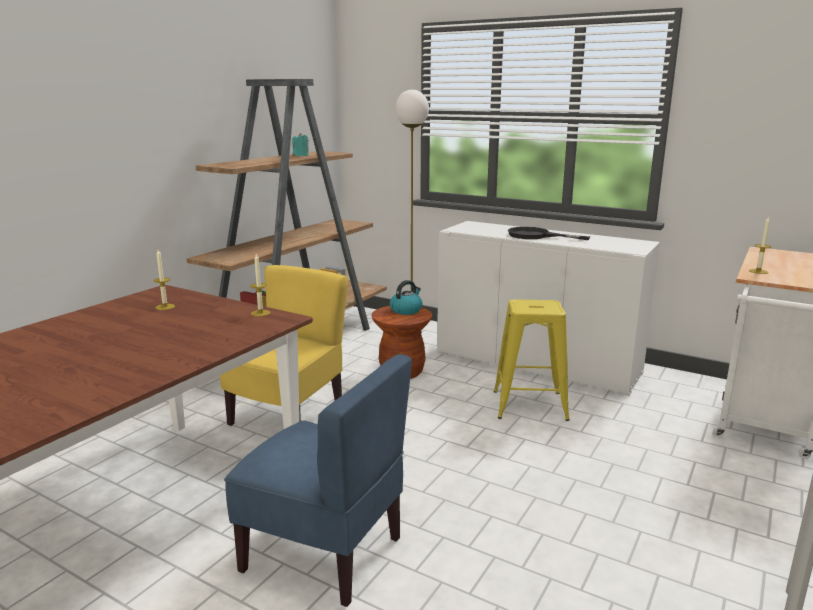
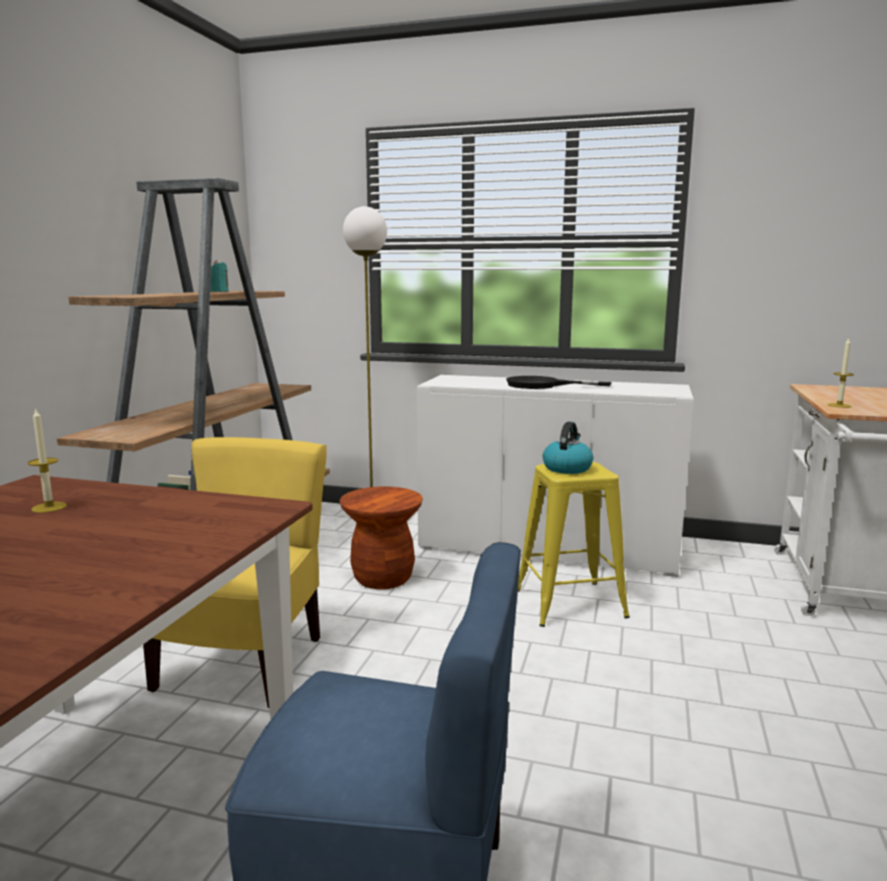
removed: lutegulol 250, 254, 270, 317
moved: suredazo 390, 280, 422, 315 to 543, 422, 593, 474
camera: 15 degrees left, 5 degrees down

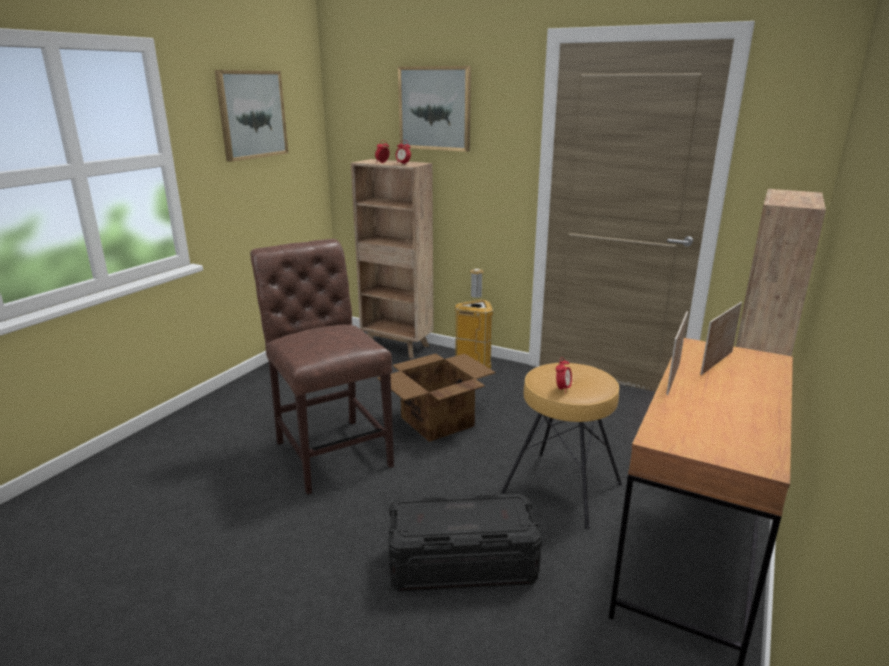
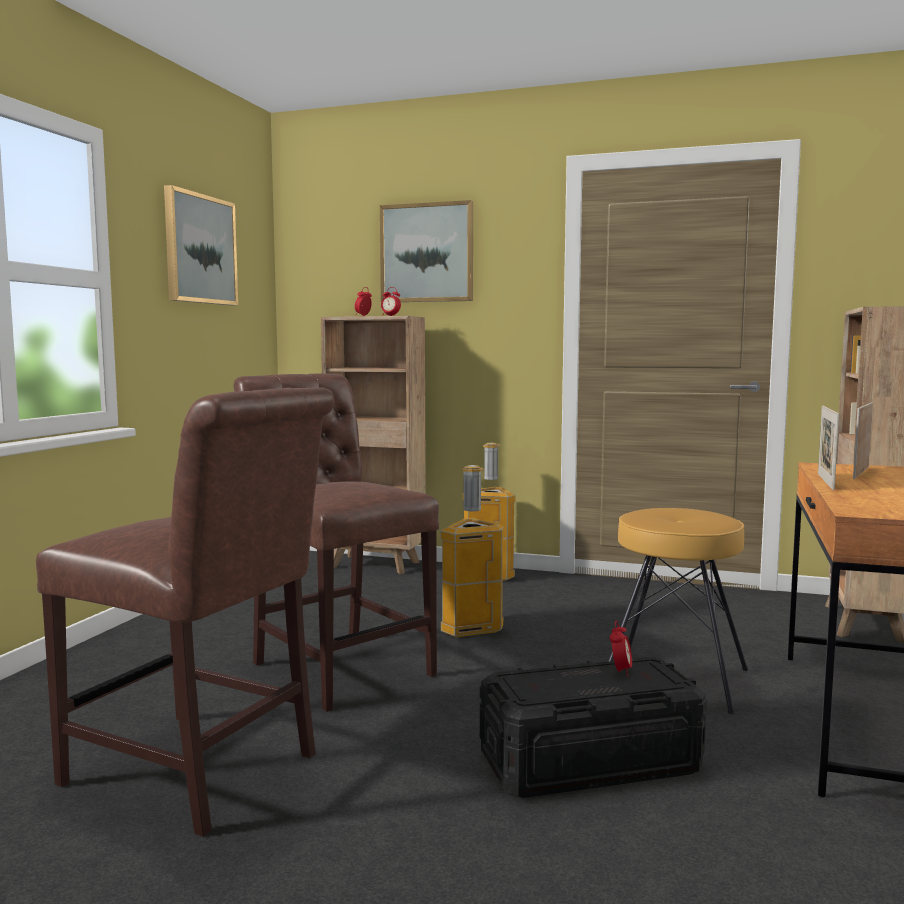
added: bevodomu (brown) 36, 387, 334, 837
moved: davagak 556, 357, 572, 393 to 610, 620, 632, 676
replaced: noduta 377, 354, 496, 442 to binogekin 441, 465, 504, 637
camera: 10 degrees left, 15 degrees down

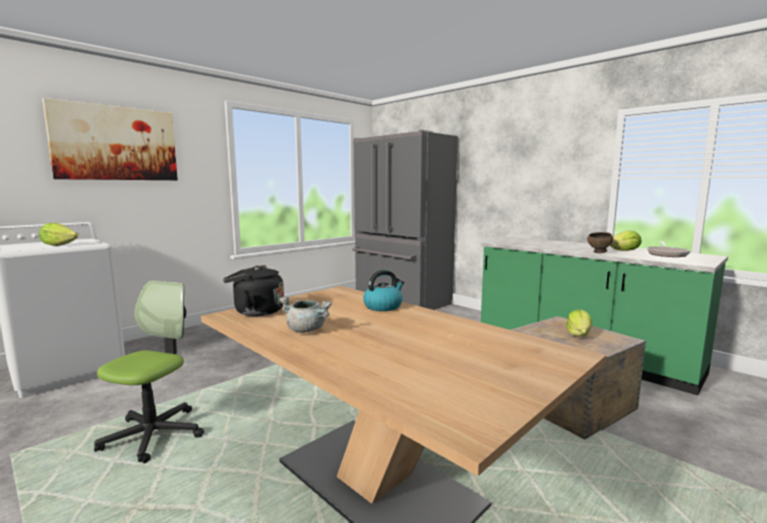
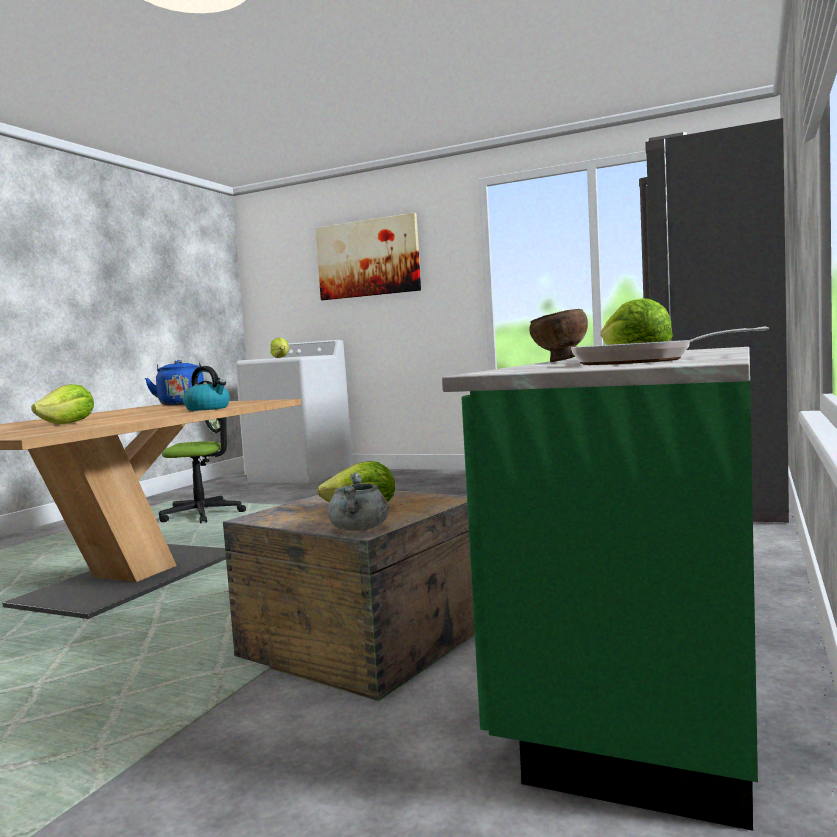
added: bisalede 31, 384, 94, 424
moved: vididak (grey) 279, 296, 332, 333 to 328, 472, 389, 531
recoloured: suredazo (black) 223, 265, 284, 316 to suredazo (blue) 145, 360, 204, 405
camera: 70 degrees right, 5 degrees down

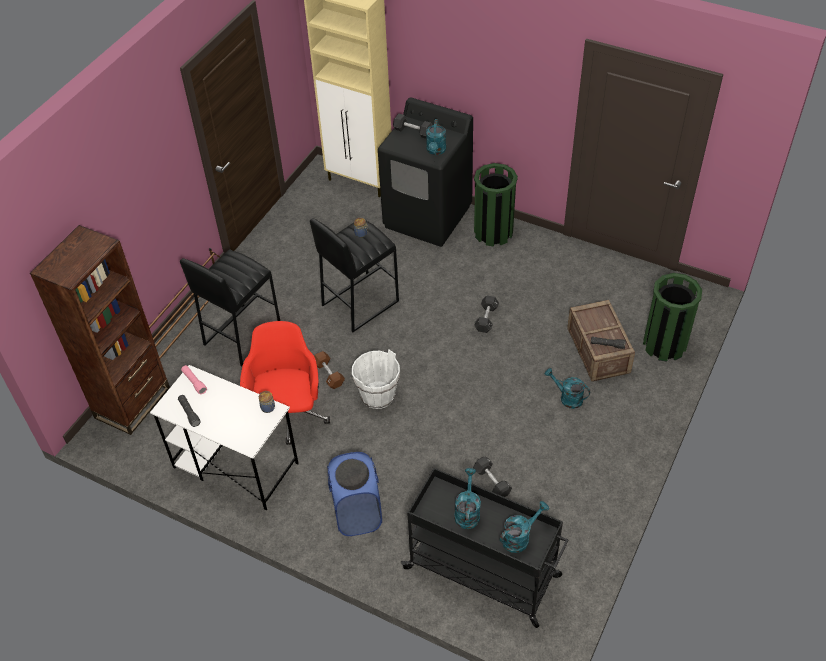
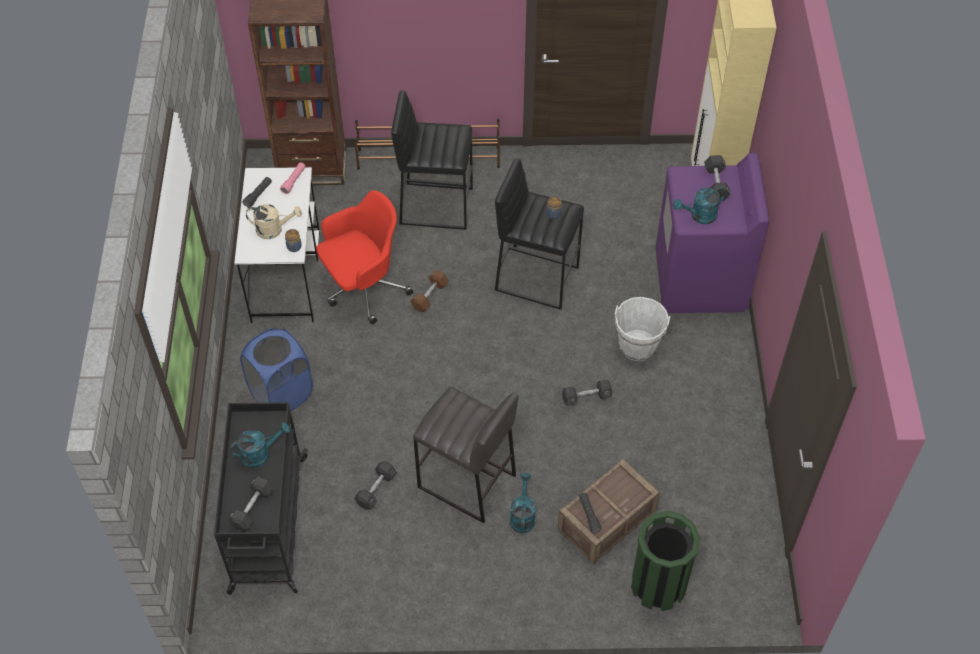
removed: binogekin (green) 474, 163, 518, 247
added: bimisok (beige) 246, 204, 302, 239; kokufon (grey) 413, 386, 519, 523
moved: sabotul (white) 352, 350, 400, 409 to 615, 297, 670, 361
replaced: bimisok (turquoise) 500, 501, 549, 553 to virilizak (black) 228, 476, 274, 531
recoloured: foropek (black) 378, 98, 473, 247 to foropek (purple) 655, 153, 769, 313
camera: 60 degrees right, 5 degrees up

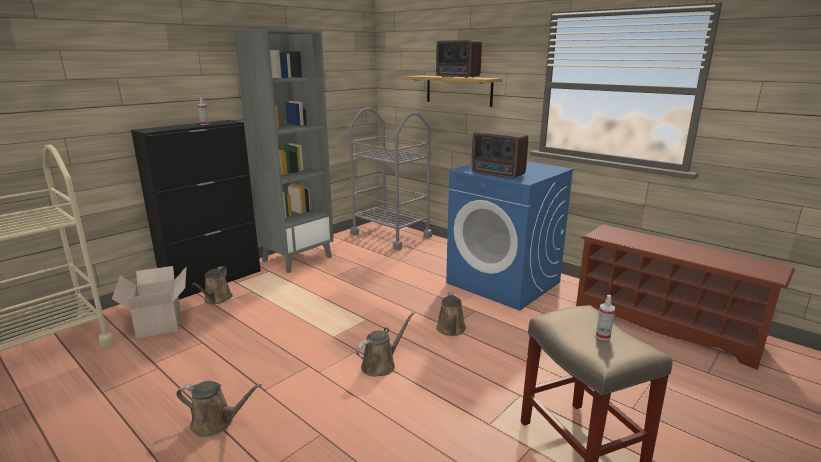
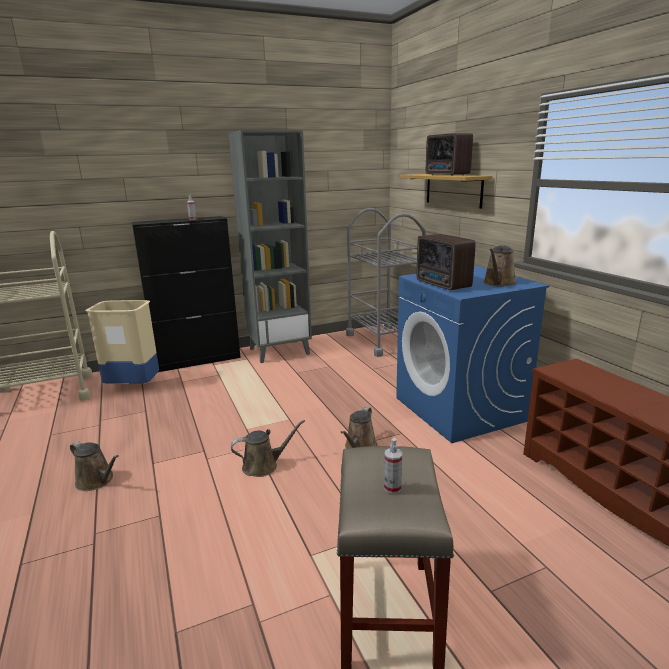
moved: bimisok (brown) 192, 266, 232, 304 to 483, 245, 517, 286
replaced: noduta 112, 266, 186, 339 to binogekin (beige) 86, 300, 159, 384
camera: 25 degrees right, 0 degrees up

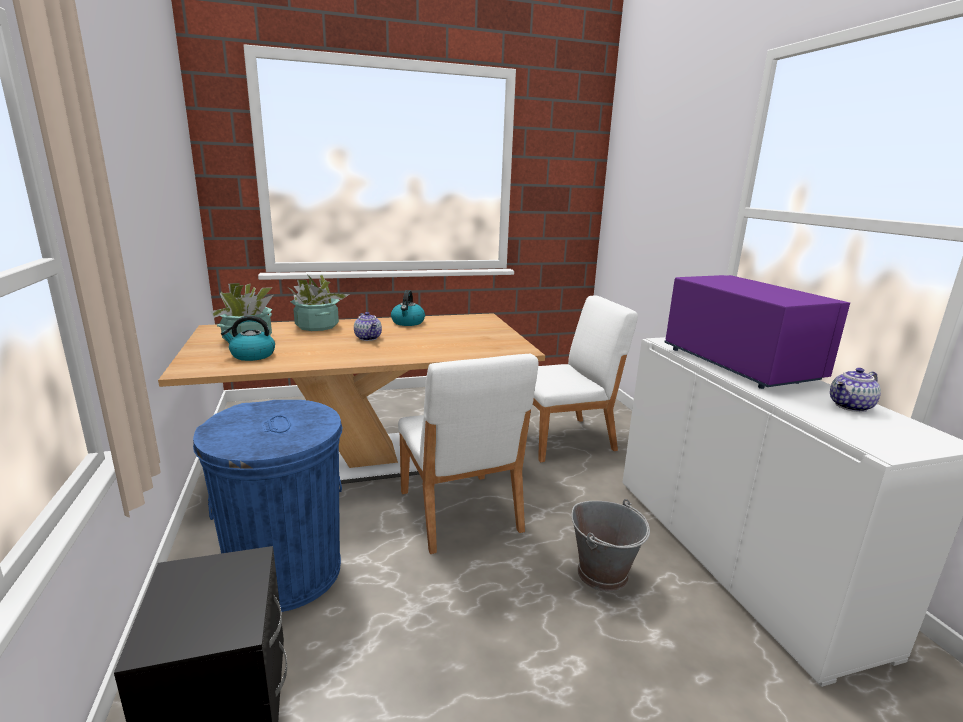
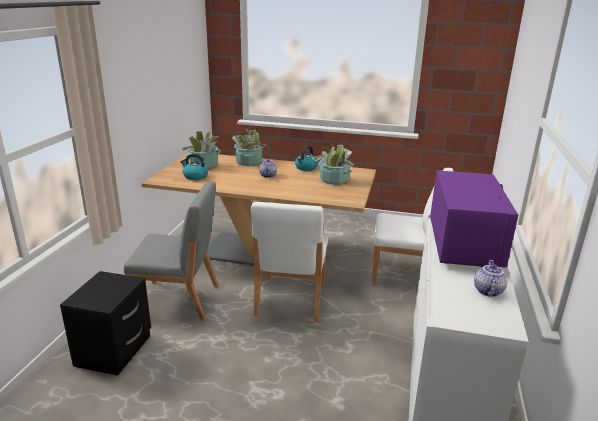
removed: sabotul (grey) 571, 499, 650, 592
added: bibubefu 311, 145, 353, 184
replaced: binogekin (blue) 193, 400, 342, 612 to bevodomu (grey) 124, 182, 219, 321
turned: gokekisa 830, 368, 881, 412 = 474, 260, 507, 297 105 degrees clockwise
camera: 30 degrees right, 5 degrees up

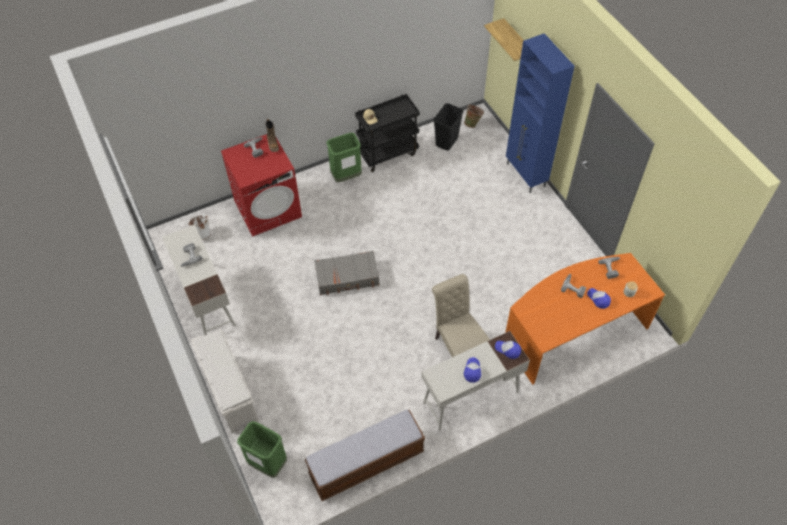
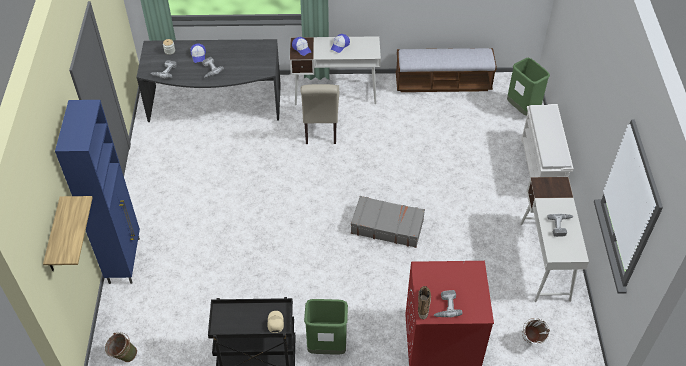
removed: binogekin (black) 433, 103, 464, 150
recoloured: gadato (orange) 505, 253, 665, 385 to gadato (grey) 137, 39, 281, 122
camera: 155 degrees left, 5 degrees down

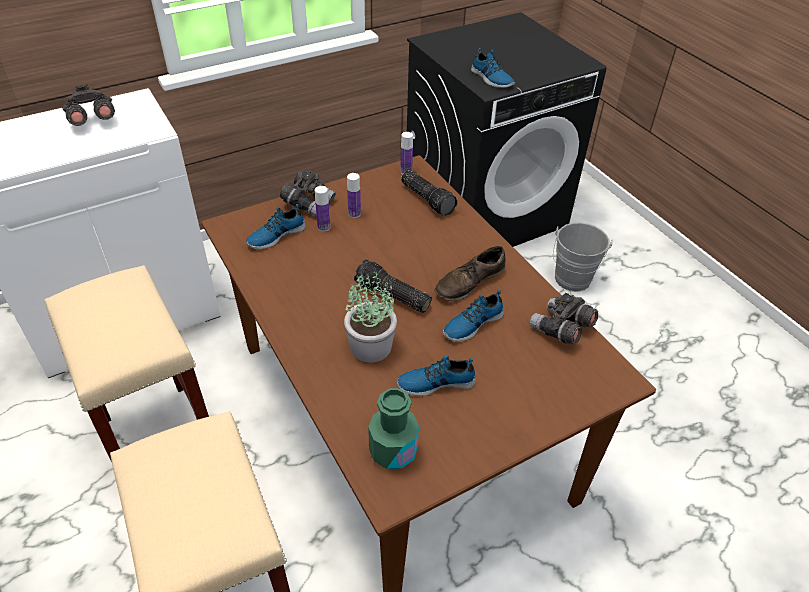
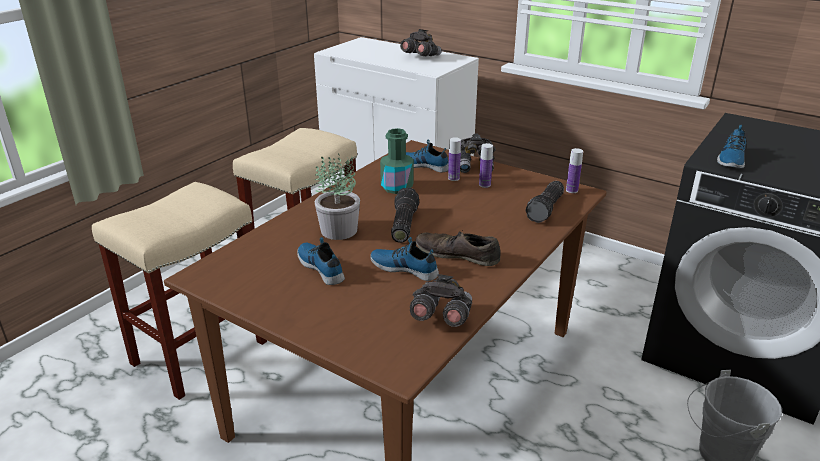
moved: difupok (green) 368, 388, 419, 469 to 380, 128, 414, 194
camera: 65 degrees right, 15 degrees down

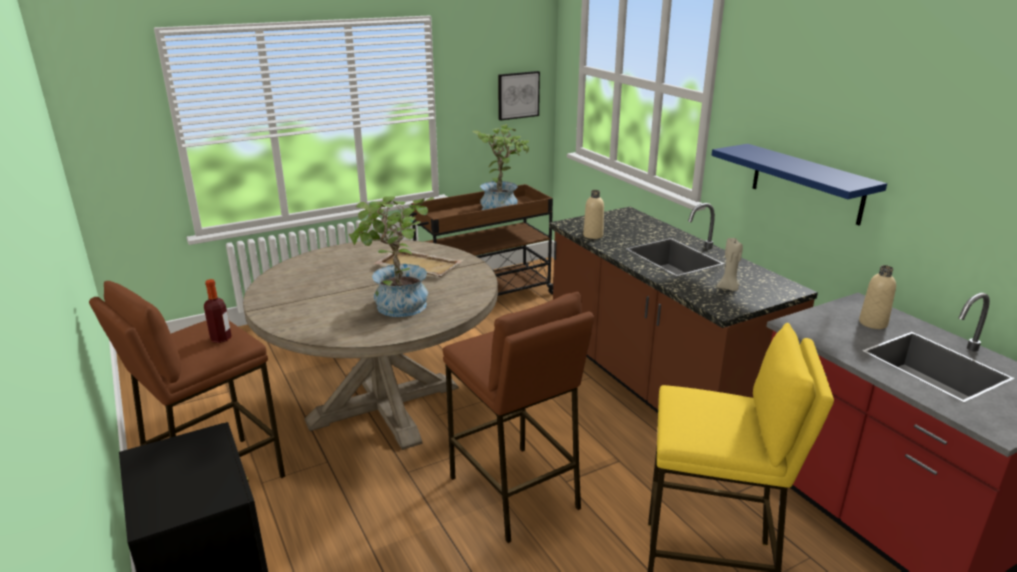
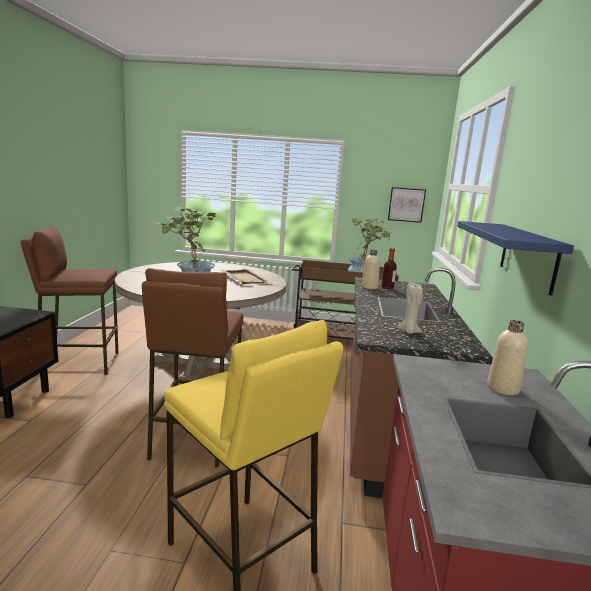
moved: difupok 204, 279, 232, 343 to 381, 248, 397, 289
camera: 35 degrees right, 10 degrees down

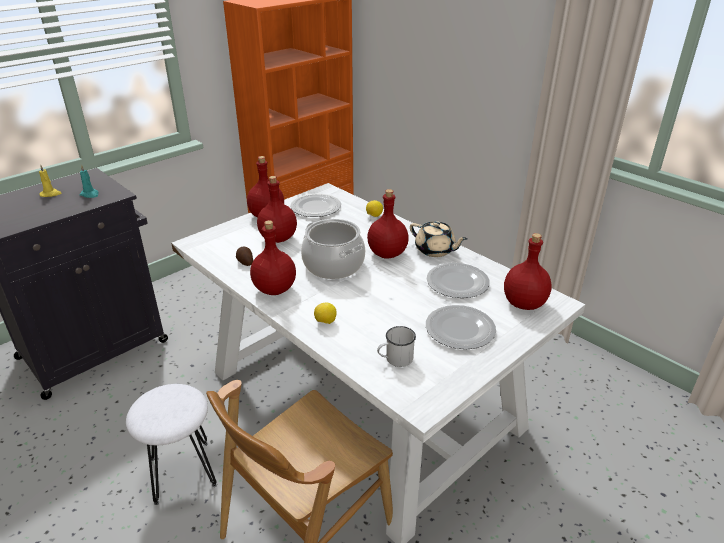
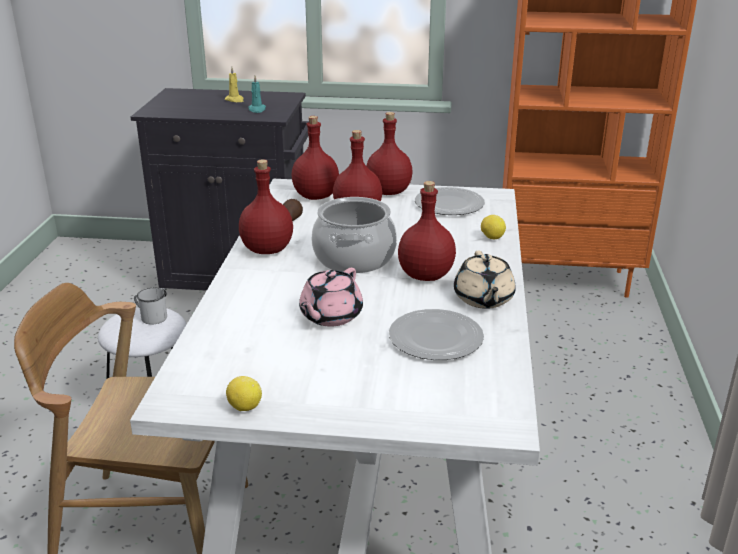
removed: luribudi 426, 305, 496, 349
added: gokekisa (pink) 299, 268, 363, 326
moved: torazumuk 314, 302, 337, 324 to 226, 376, 262, 411; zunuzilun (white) 377, 326, 416, 367 to 134, 288, 167, 325; difupok (red) 504, 233, 552, 310 to 292, 116, 339, 200
camera: 50 degrees right, 5 degrees down

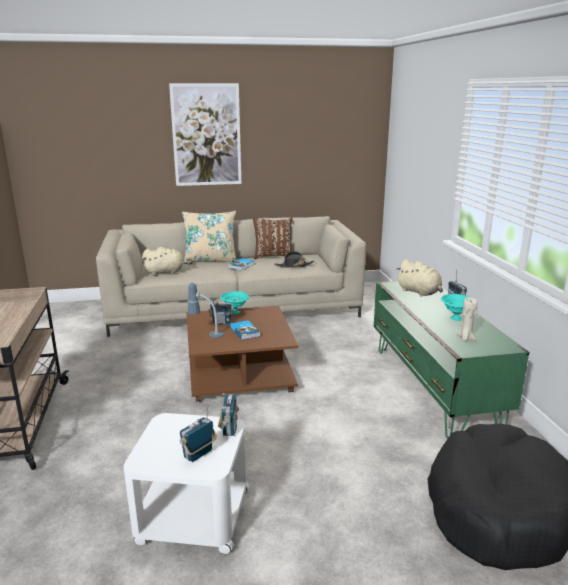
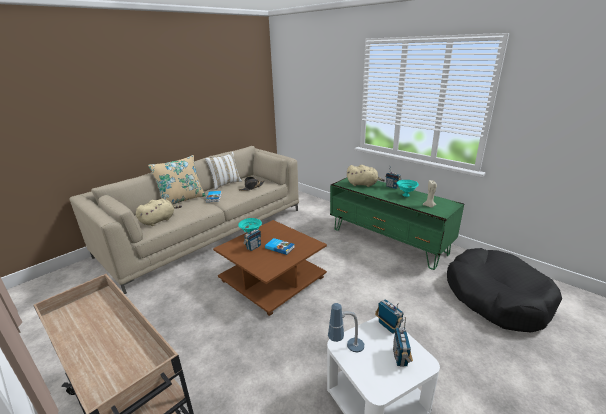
removed: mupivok 169, 83, 241, 186
moved: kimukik 188, 283, 224, 338 to 328, 303, 364, 353
recoloured: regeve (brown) 253, 217, 293, 259 to regeve (white) 205, 152, 242, 190
camera: 35 degrees left, 5 degrees up

